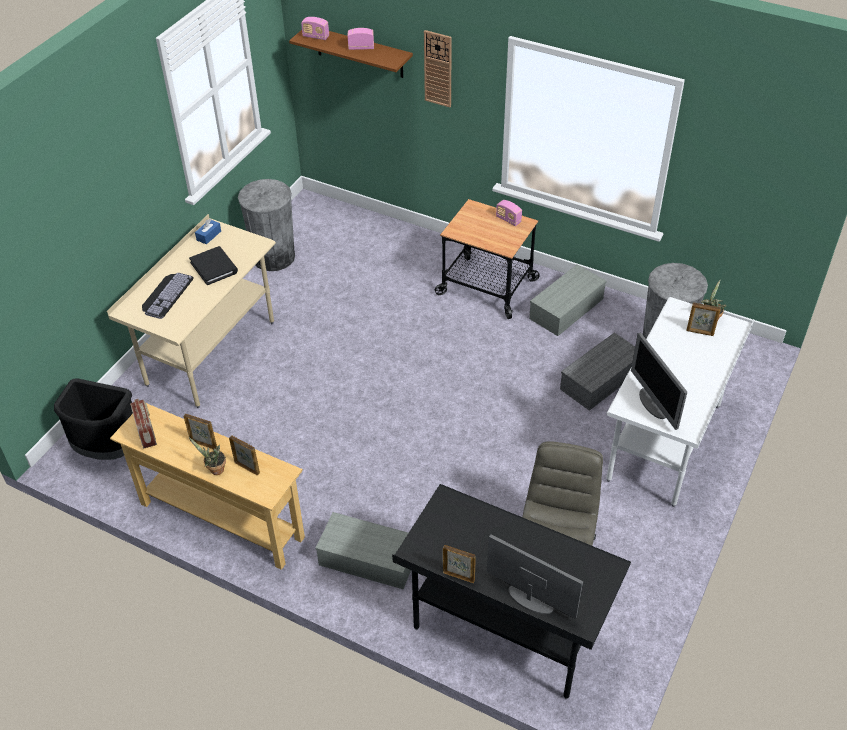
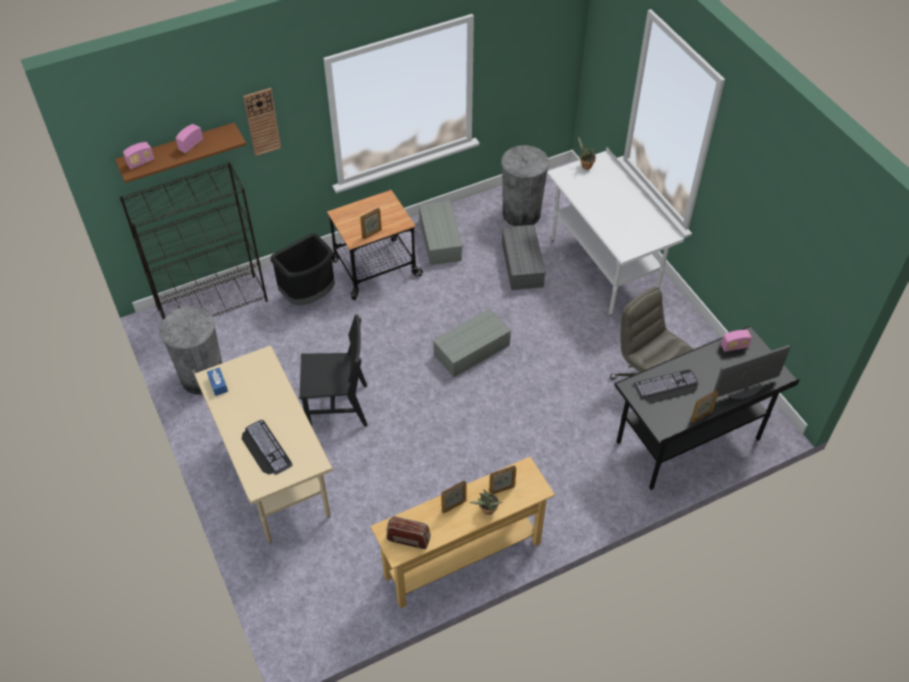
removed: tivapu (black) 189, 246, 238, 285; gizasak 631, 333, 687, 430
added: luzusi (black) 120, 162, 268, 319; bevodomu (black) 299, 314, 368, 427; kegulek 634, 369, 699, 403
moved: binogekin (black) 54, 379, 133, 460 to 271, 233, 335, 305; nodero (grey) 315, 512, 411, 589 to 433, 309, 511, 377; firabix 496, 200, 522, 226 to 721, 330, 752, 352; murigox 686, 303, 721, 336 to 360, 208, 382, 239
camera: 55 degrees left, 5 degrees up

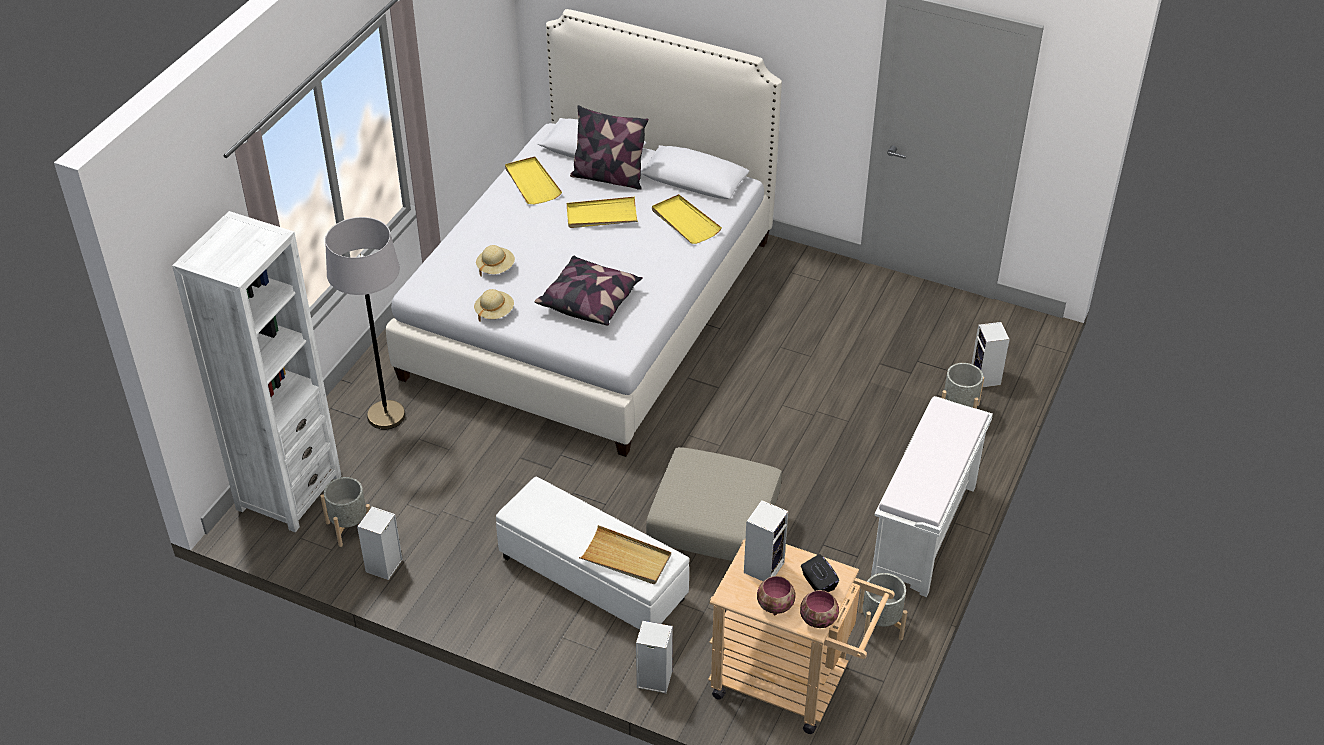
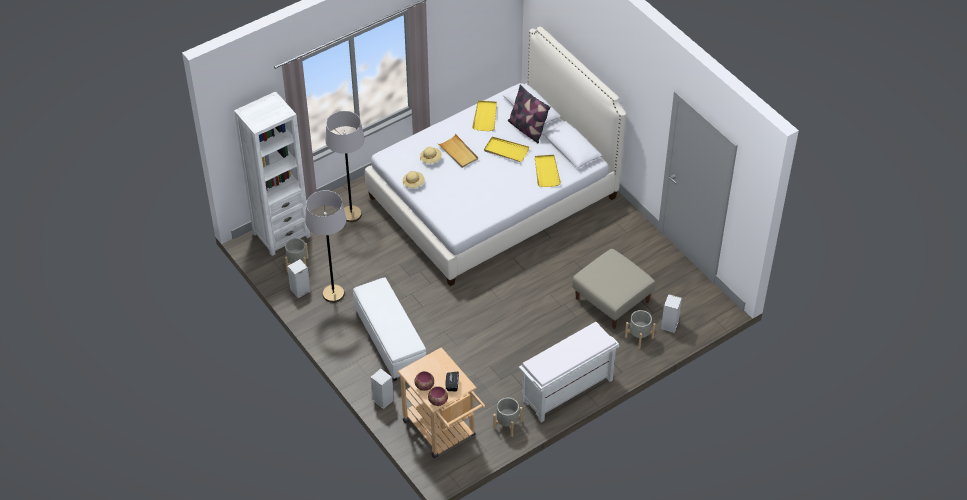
removed: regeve 534, 256, 643, 325; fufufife 744, 500, 788, 581
added: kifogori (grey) 305, 190, 346, 303
moved: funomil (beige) 579, 525, 671, 584 to 437, 134, 478, 168; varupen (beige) 646, 447, 782, 561 to 572, 249, 655, 329
camera: 30 degrees right, 5 degrees up

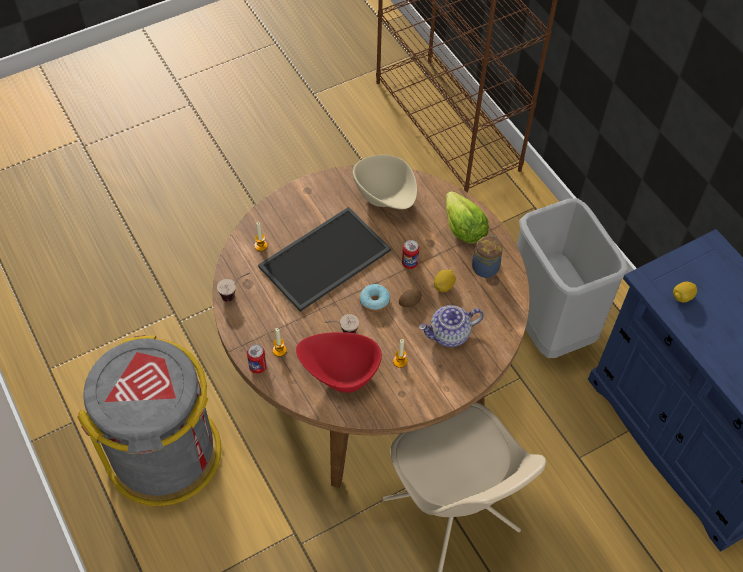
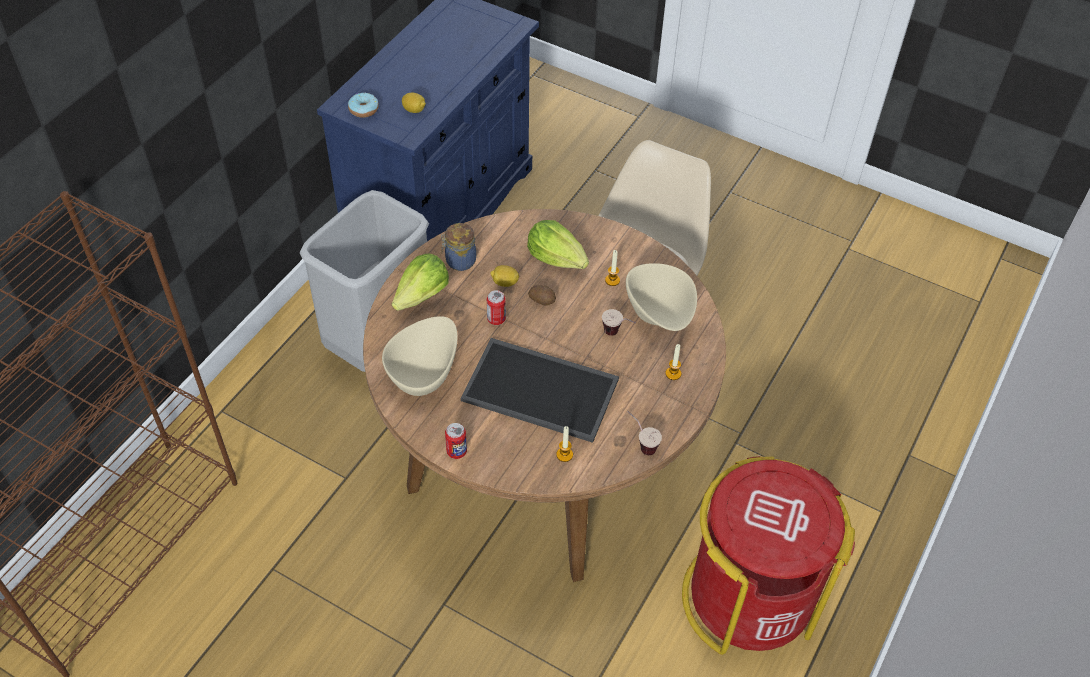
moved: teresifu 247, 344, 267, 374 to 445, 423, 467, 459; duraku 360, 284, 390, 312 to 348, 92, 379, 118
replaced: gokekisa 419, 305, 484, 347 to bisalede 527, 220, 589, 269
recoloured: binogekin (grey) 77, 335, 221, 506 to binogekin (red) 682, 456, 855, 655; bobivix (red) 296, 332, 382, 393 to bobivix (beige) 626, 263, 697, 331
camera: 120 degrees left, 5 degrees down

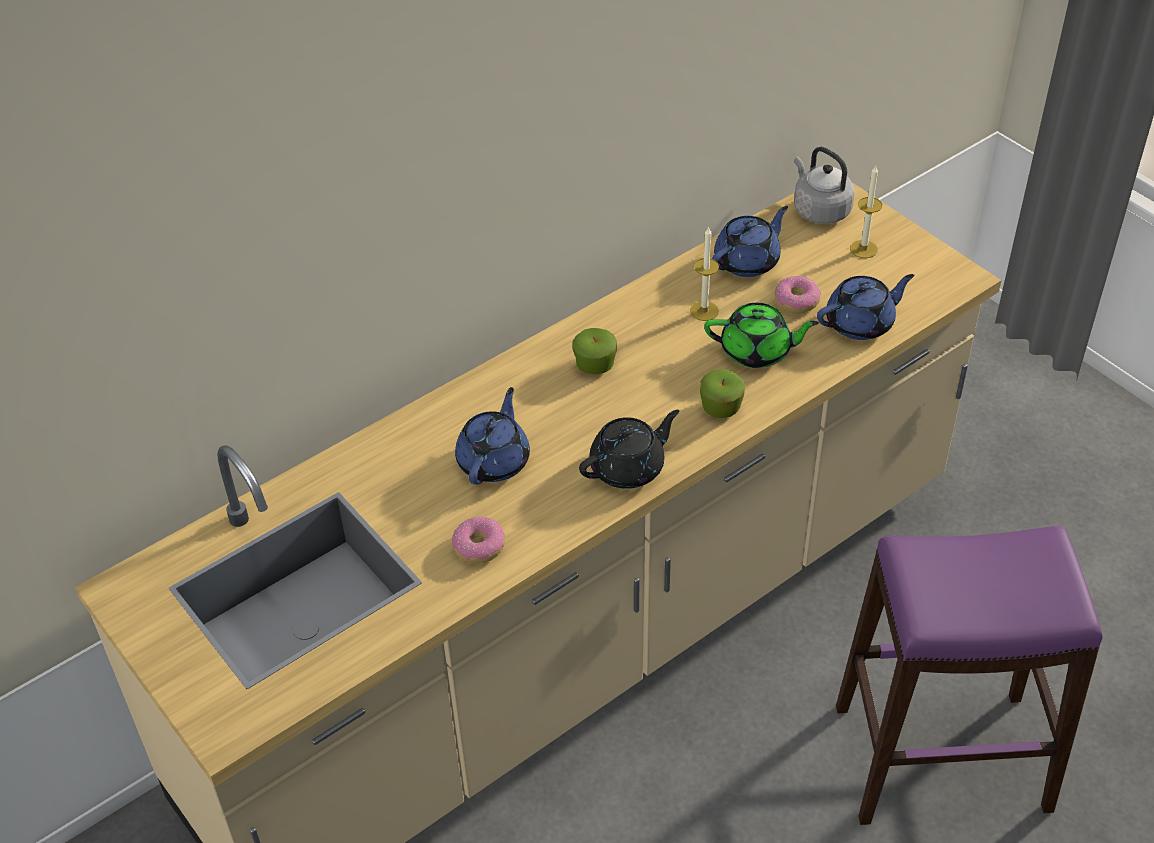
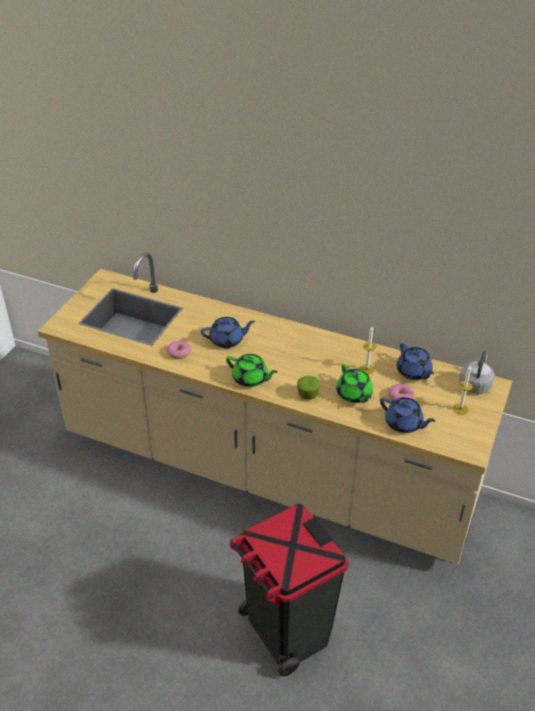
removed: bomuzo 572, 328, 617, 374
replaced: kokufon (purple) 836, 526, 1103, 825 to binogekin (black) 230, 504, 349, 676
recoloured: gokekisa (black) 579, 410, 679, 489 to gokekisa (green) 226, 354, 278, 387
turned: gokekisa (blue) 712, 206, 788, 277 = 397, 343, 434, 380 45 degrees clockwise
camera: 60 degrees right, 5 degrees down

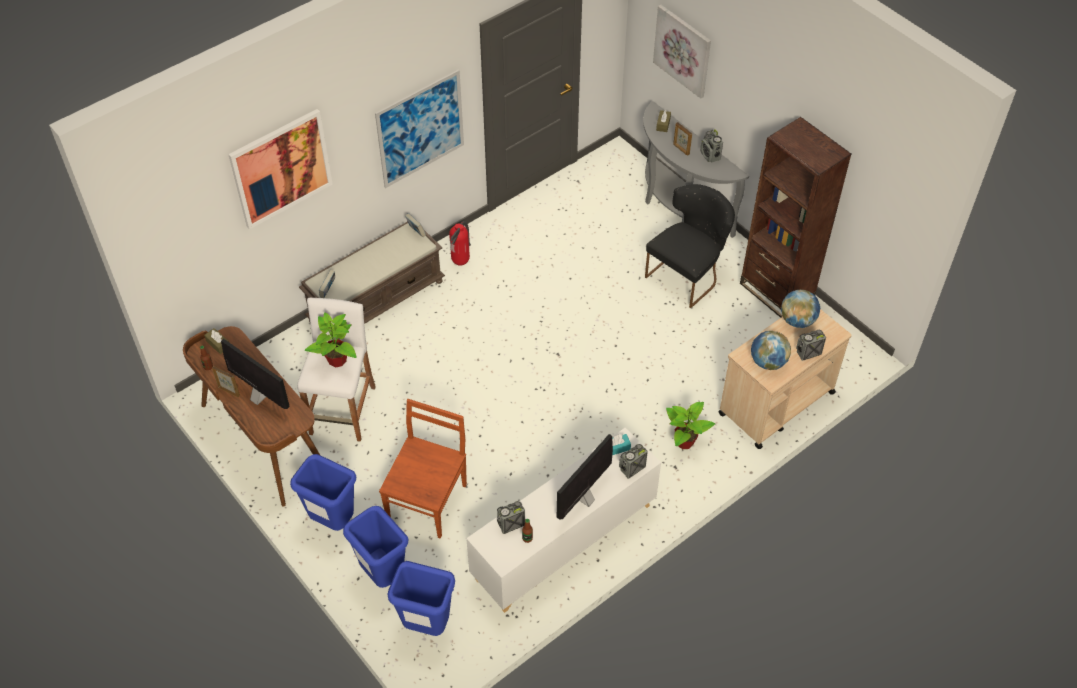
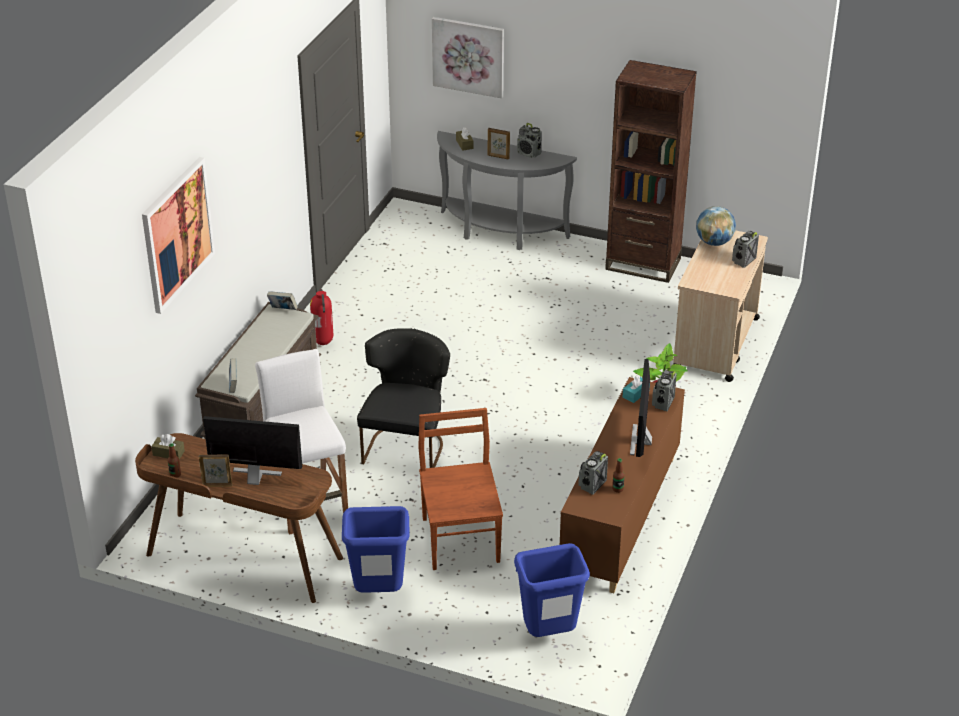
removed: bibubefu 305, 312, 357, 367; binogekin (blue) 343, 506, 408, 588; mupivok 375, 69, 464, 188; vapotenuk 751, 331, 791, 370
moved: bevodomu (black) 645, 184, 735, 308 to 357, 328, 450, 468
recoloured: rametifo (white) 466, 428, 661, 613 to rametifo (brown) 560, 377, 685, 593
camera: 30 degrees left, 15 degrees down

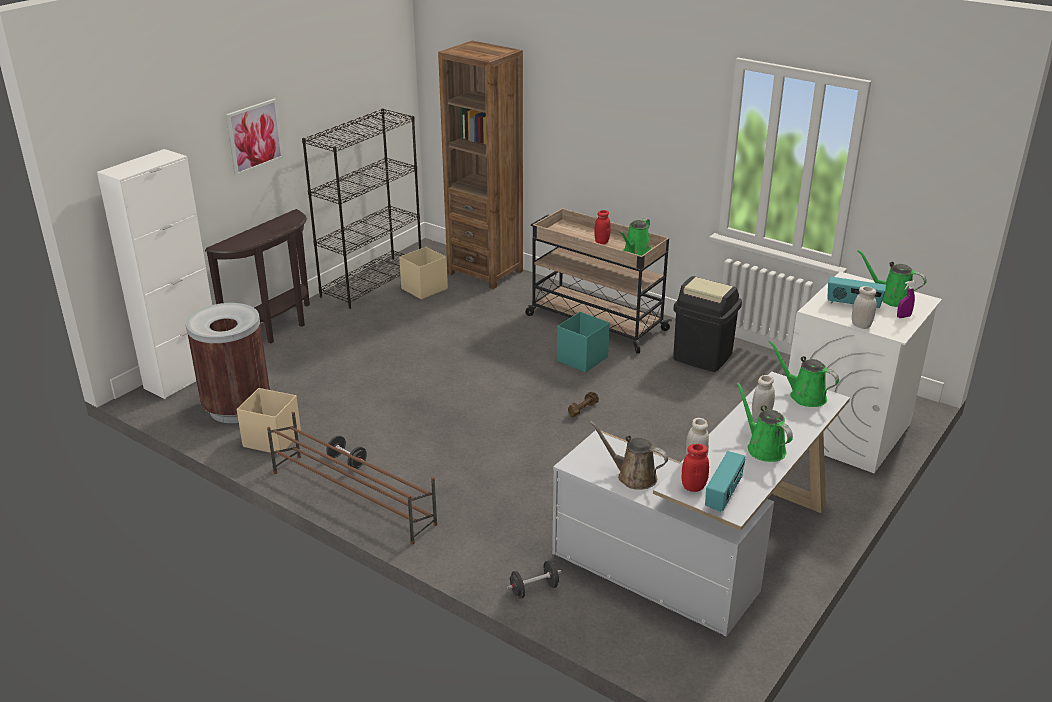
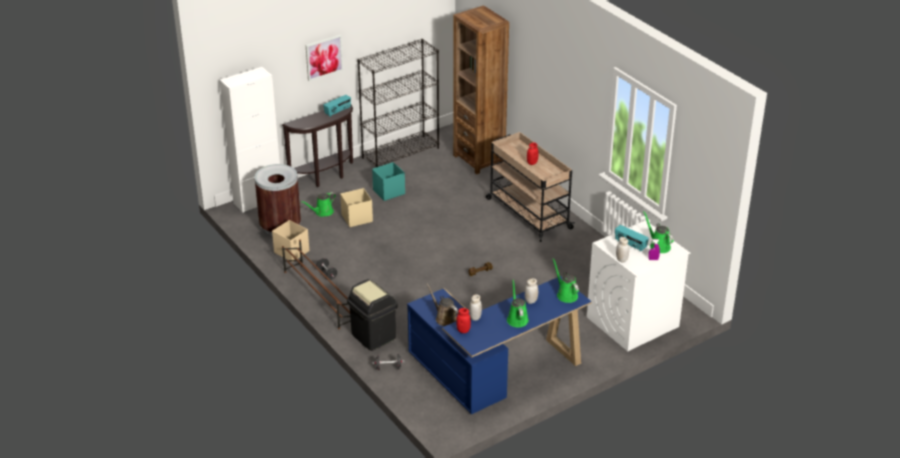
moved: nodero (beige) 399, 247, 448, 300 to 340, 188, 373, 227; nodero (turquoise) 557, 312, 610, 372 to 372, 162, 405, 201; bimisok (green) 619, 218, 651, 256 to 301, 192, 336, 217; binogekin (black) 673, 276, 742, 372 to 347, 279, 398, 351; firabix 705, 451, 745, 512 to 323, 95, 351, 117
recoloured: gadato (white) 552, 371, 850, 637 to gadato (blue) 407, 276, 592, 414
camera: 20 degrees right, 5 degrees up

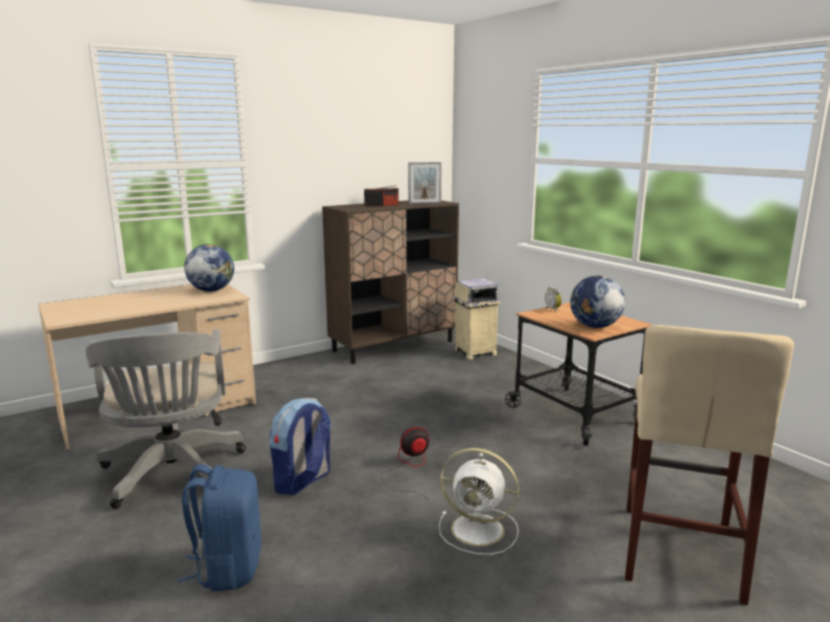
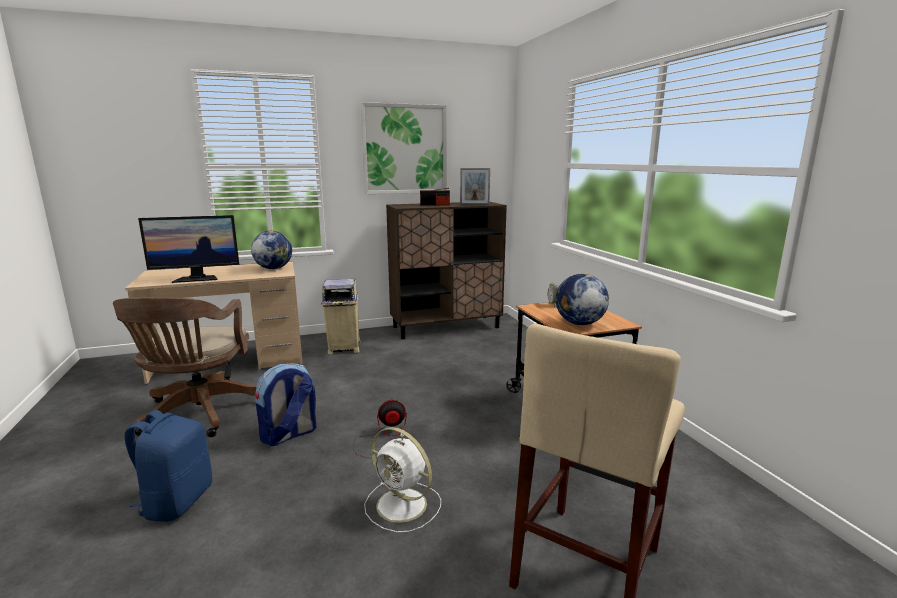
added: gizasak 138, 215, 239, 283; mupivok 360, 102, 447, 194
moved: binogekin (beige) 453, 278, 500, 360 to 321, 279, 360, 354
recoloured: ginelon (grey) 86, 330, 246, 509 to ginelon (brown) 113, 297, 257, 437
camera: 15 degrees right, 0 degrees up

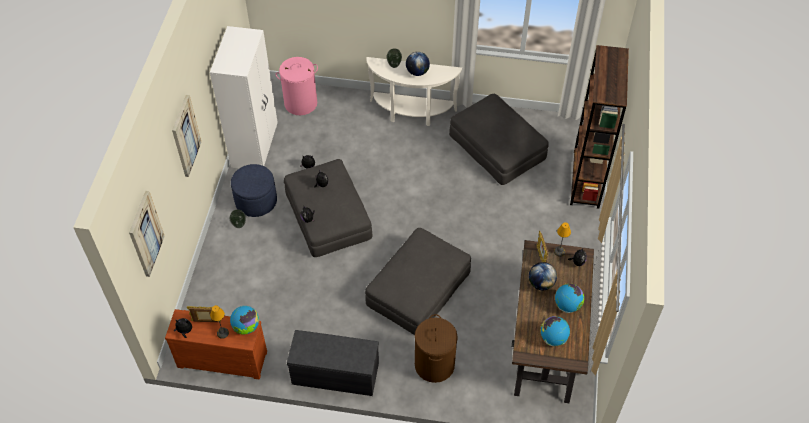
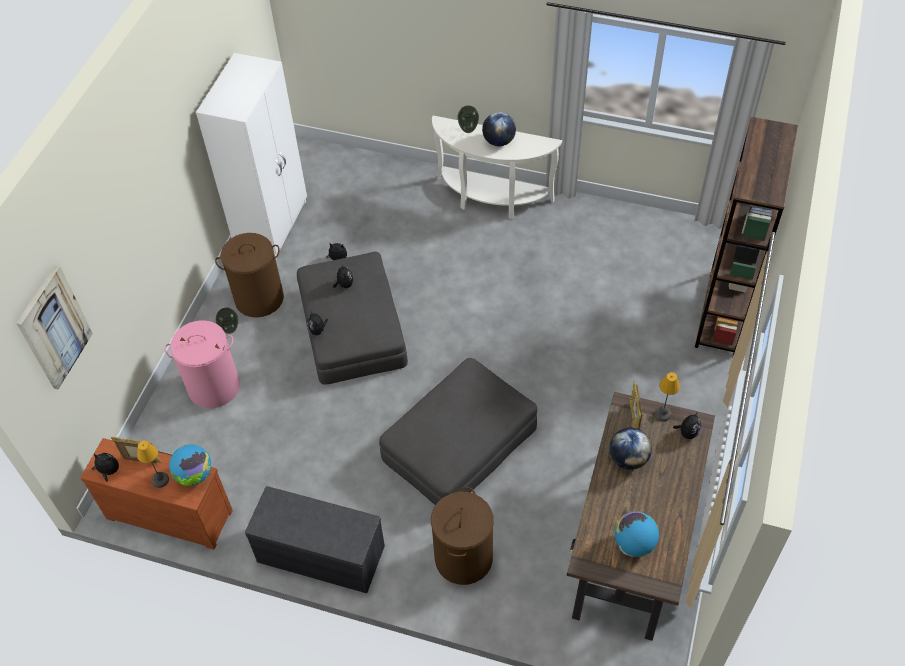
removed: mupivok 172, 95, 201, 177; varupen (grey) 449, 94, 549, 185; vapotenuk 555, 283, 584, 313
moved: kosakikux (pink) 276, 57, 318, 115 to 164, 320, 240, 408
replaced: varupen (blue) 231, 164, 277, 217 to kosakikux (brown) 215, 233, 284, 318
camera: 10 degrees right, 0 degrees up

